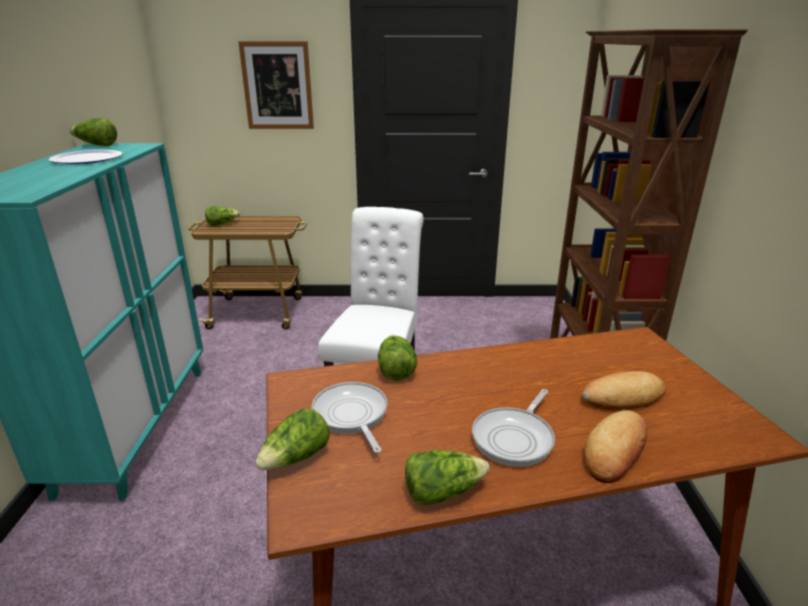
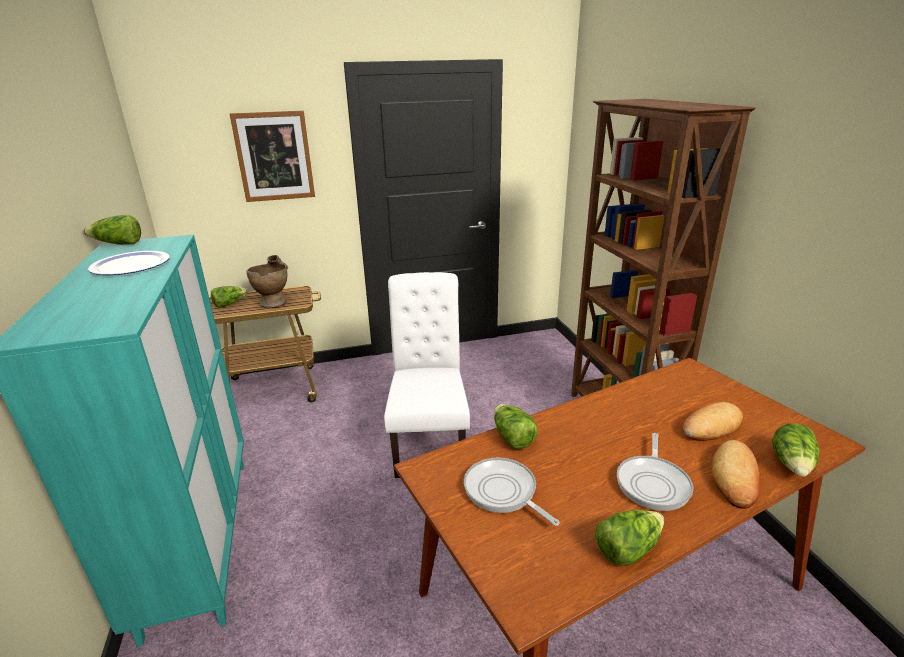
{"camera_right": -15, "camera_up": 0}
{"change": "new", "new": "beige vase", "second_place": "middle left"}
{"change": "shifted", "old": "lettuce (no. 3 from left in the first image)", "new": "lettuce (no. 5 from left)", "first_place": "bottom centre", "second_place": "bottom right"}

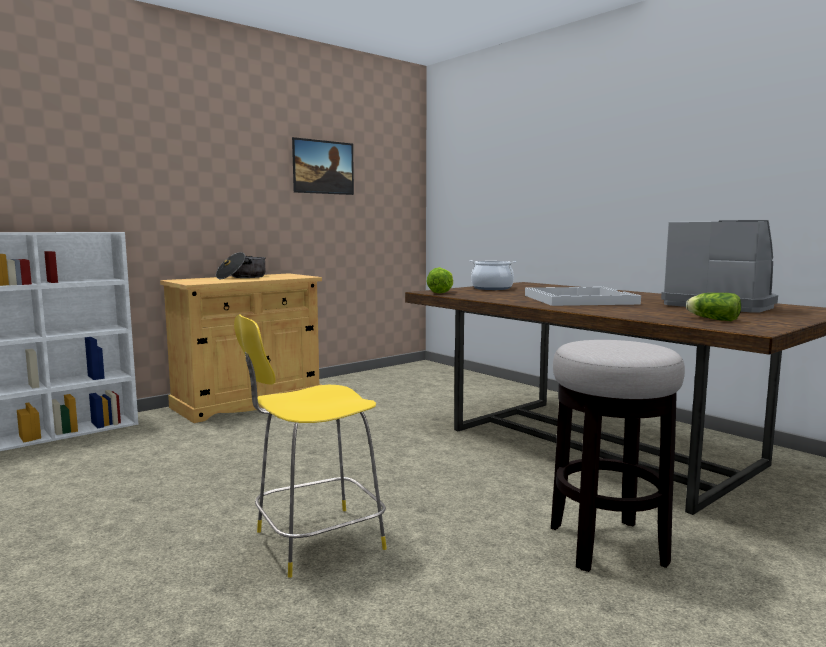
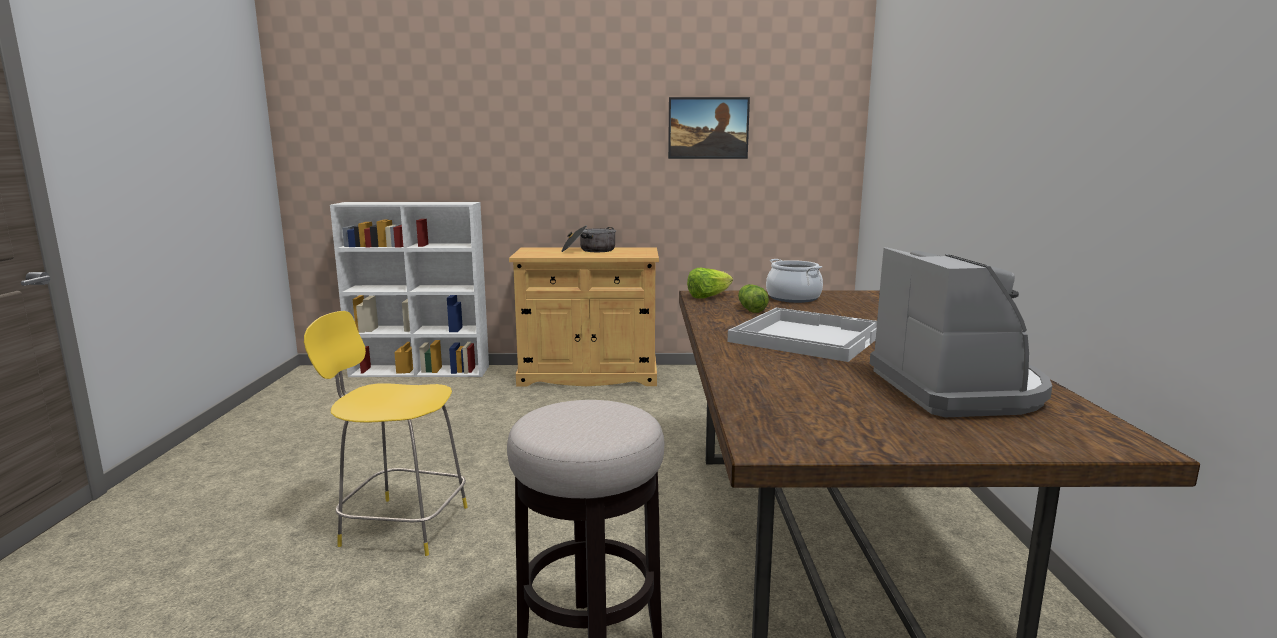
{"camera_right": 40, "camera_up": 5}
{"change": "shifted", "old": "lettuce (no. 2 from left)", "first_place": "middle right", "second_place": "centre"}

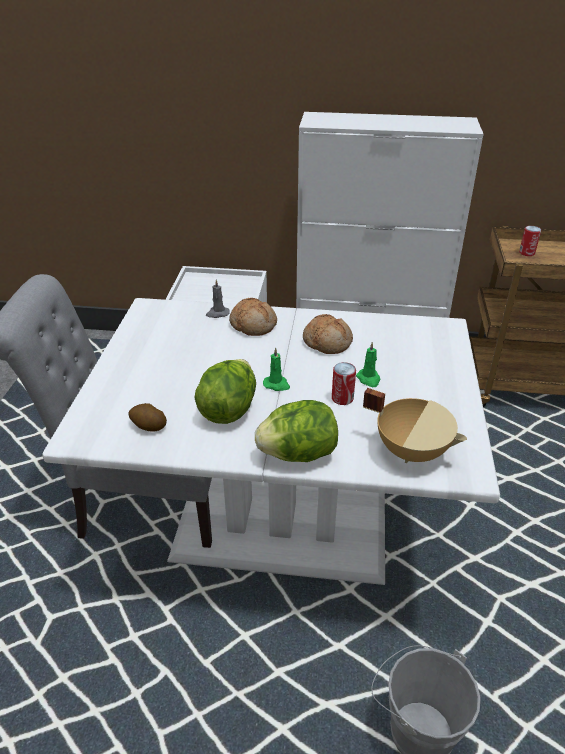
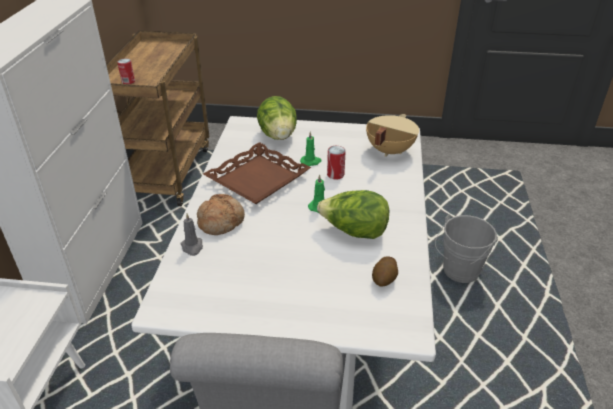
{"camera_right": -90, "camera_up": 0}
{"change": "shifted", "old": "lettuce (no. 2 from left in the first image)", "new": "lettuce (no. 1 from left)", "first_place": "centre", "second_place": "top centre"}
{"change": "swapped", "old": "bread (no. 2 from left)", "new": "brown tray", "first_place": "centre", "second_place": "centre"}

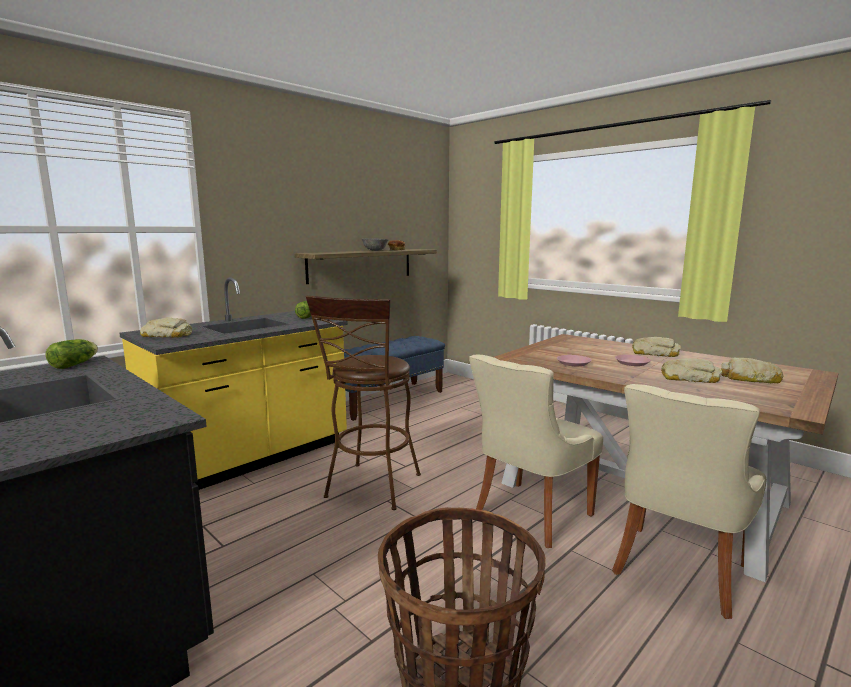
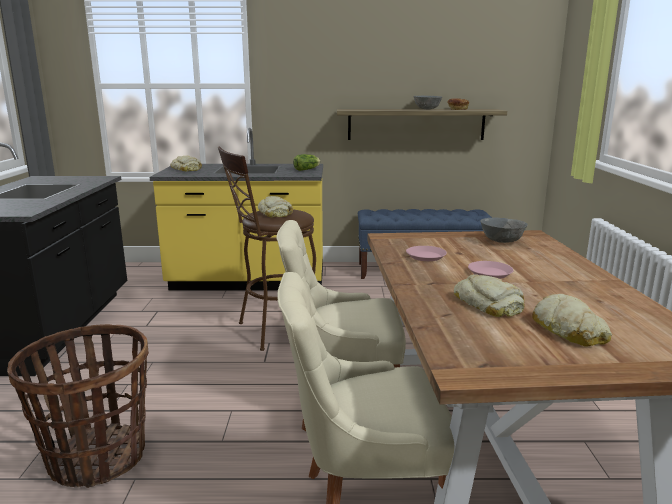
{"camera_right": 45, "camera_up": 5}
{"change": "gone", "old": "lettuce (no. 1 from left)", "first_place": "middle left"}
{"change": "new", "new": "grey bowl (no. 2 from left)", "second_place": "middle right"}
{"change": "shifted", "old": "bread (no. 3 from left in the first image)", "new": "bread (no. 2 from left)", "first_place": "middle right", "second_place": "centre"}

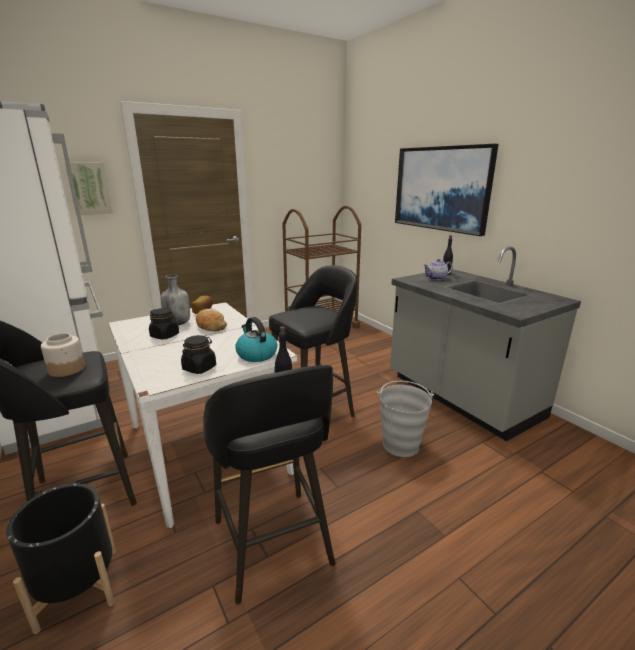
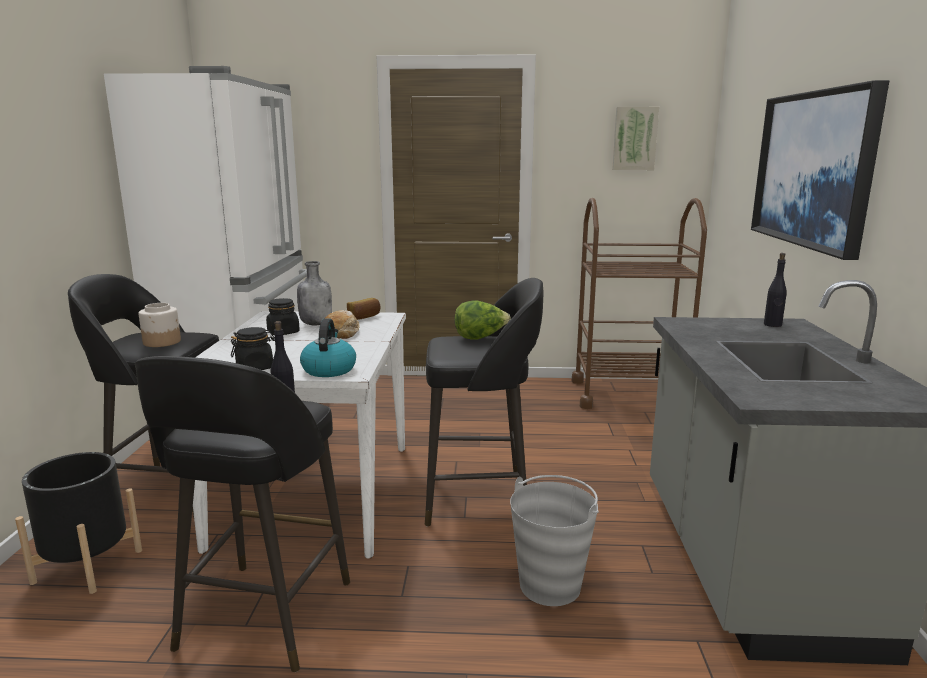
{"camera_right": 35, "camera_up": -5}
{"change": "gone", "old": "teapot", "first_place": "middle right"}
{"change": "new", "new": "lettuce", "second_place": "centre"}
{"change": "shifted", "old": "picture (no. 1 from left)", "first_place": "top left", "second_place": "top right"}

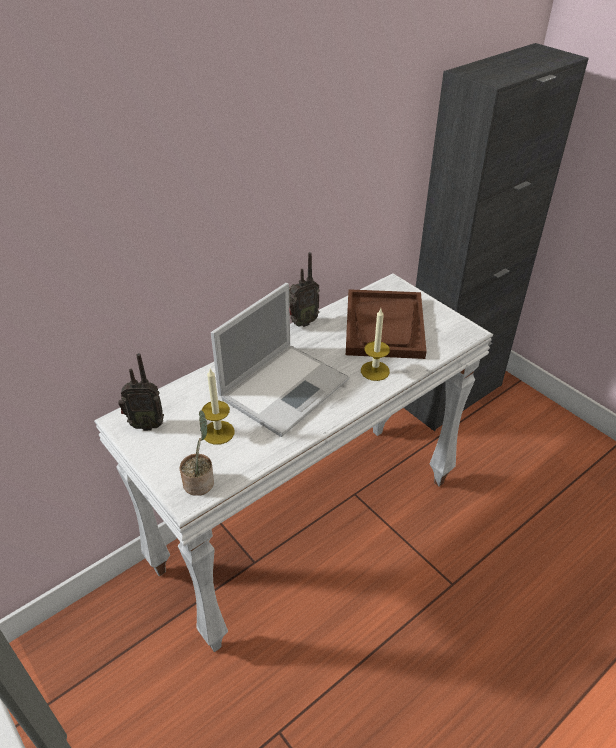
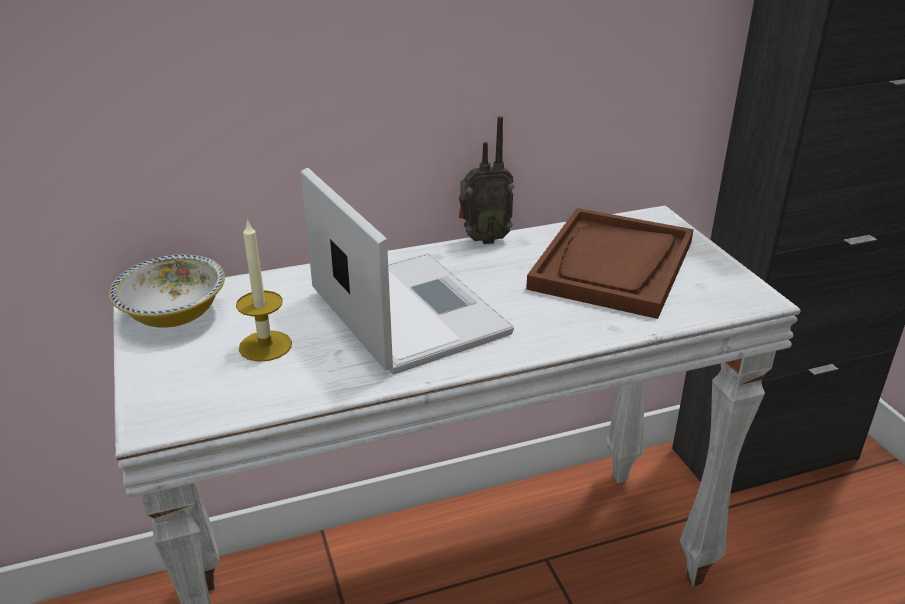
{"camera_right": 20, "camera_up": -10}
{"change": "gone", "old": "potted plant", "first_place": "middle left"}
{"change": "gone", "old": "candle (no. 2 from left)", "first_place": "centre"}
{"change": "swapped", "old": "radio (no. 1 from left)", "new": "bowl", "first_place": "middle left", "second_place": "middle left"}
{"change": "rotated", "old": "laptop", "first_place": "centre", "second_place": "centre", "degrees": -90}

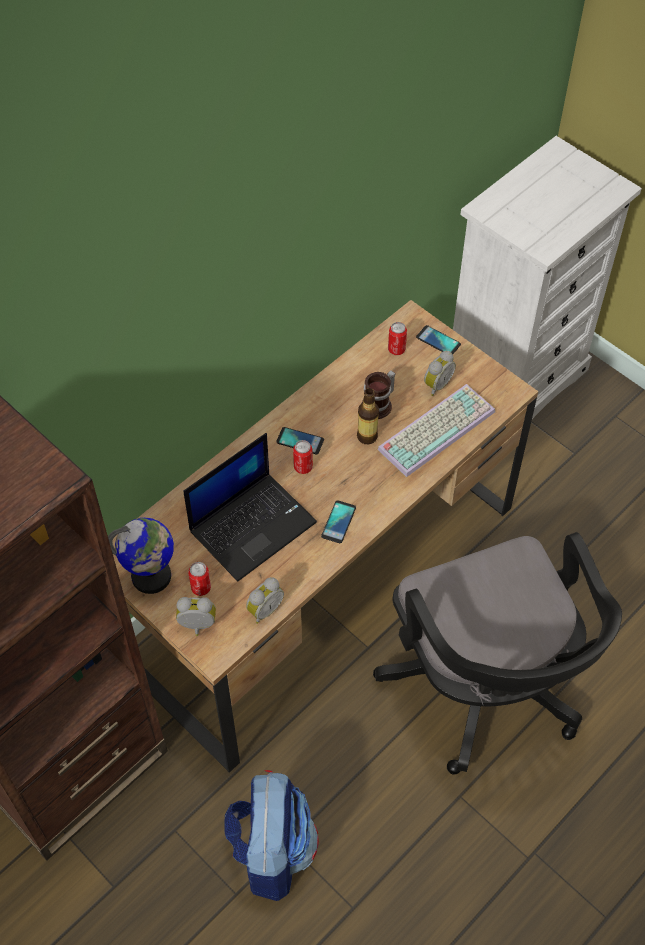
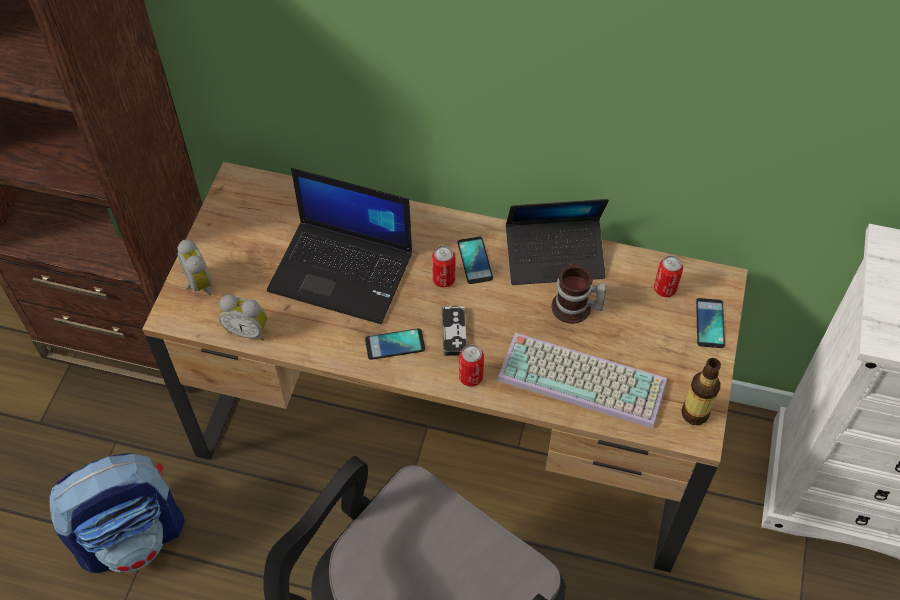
{"camera_right": 60, "camera_up": 0}
{"change": "gone", "old": "globe", "first_place": "middle left"}
{"change": "gone", "old": "alarm clock (no. 3 from left)", "first_place": "middle right"}
{"change": "new", "new": "game controller", "second_place": "centre"}
{"change": "new", "new": "laptop (no. 2 from left)", "second_place": "centre"}
{"change": "shifted", "old": "can (no. 1 from left in the first image)", "new": "can (no. 2 from left)", "first_place": "middle left", "second_place": "centre"}
{"change": "shifted", "old": "bottle", "first_place": "centre", "second_place": "middle right"}

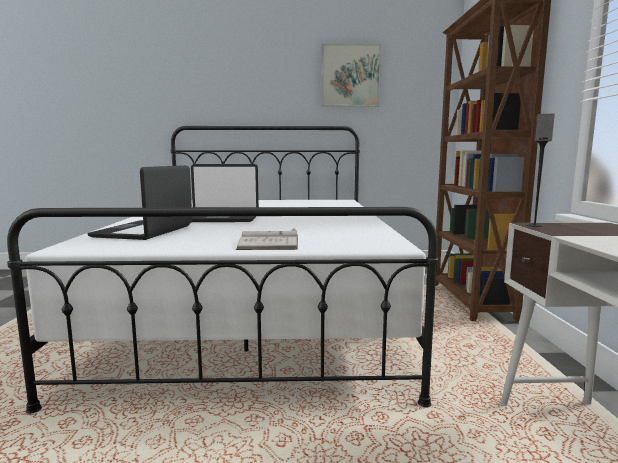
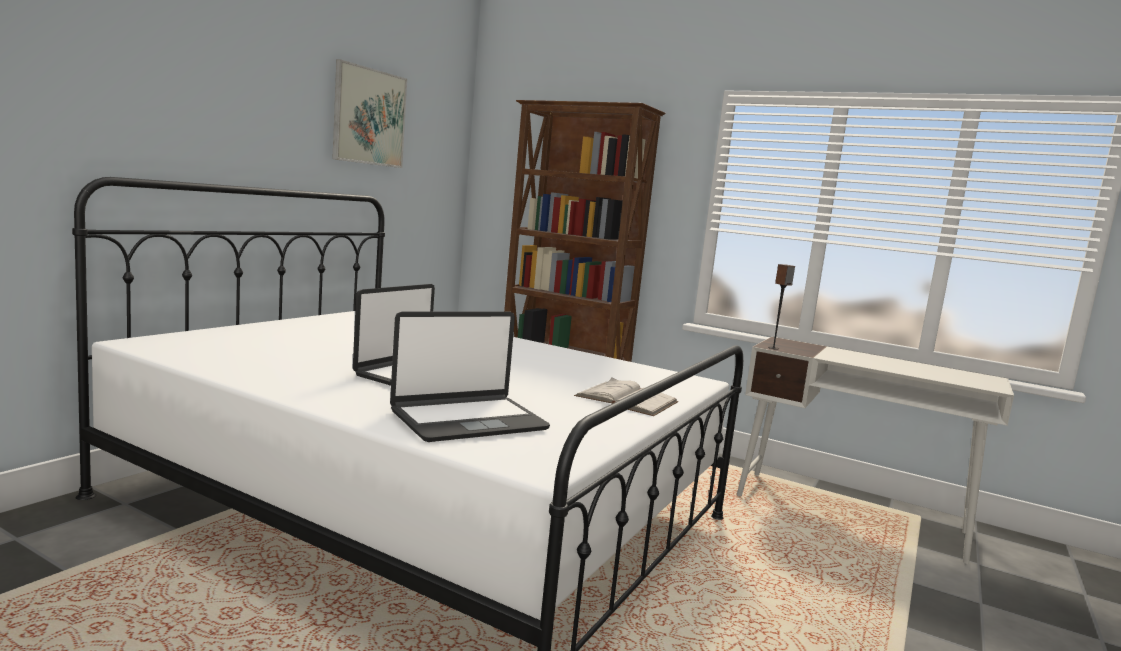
{"camera_right": -60, "camera_up": 0}
{"change": "rotated", "old": "laptop (no. 1 from left in the first image)", "first_place": "middle left", "second_place": "centre", "degrees": -75}

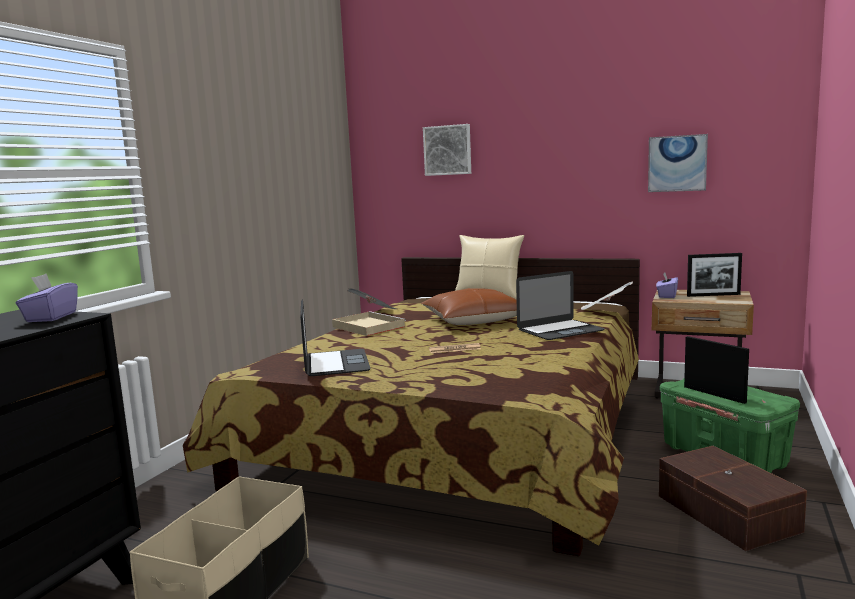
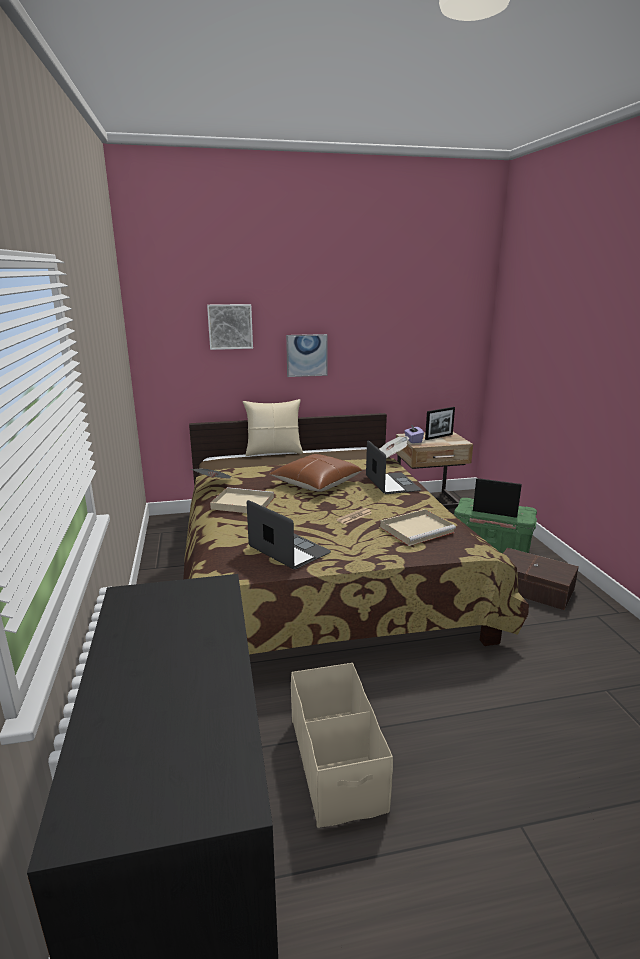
{"camera_right": -35, "camera_up": 10}
{"change": "gone", "old": "purple tissue box (no. 1 from left)", "first_place": "middle left"}
{"change": "new", "new": "beige tray (no. 2 from left)", "second_place": "centre"}
{"change": "shifted", "old": "picture (no. 2 from left)", "first_place": "top right", "second_place": "centre"}
{"change": "rotated", "old": "laptop (no. 2 from left)", "first_place": "centre", "second_place": "centre", "degrees": -45}

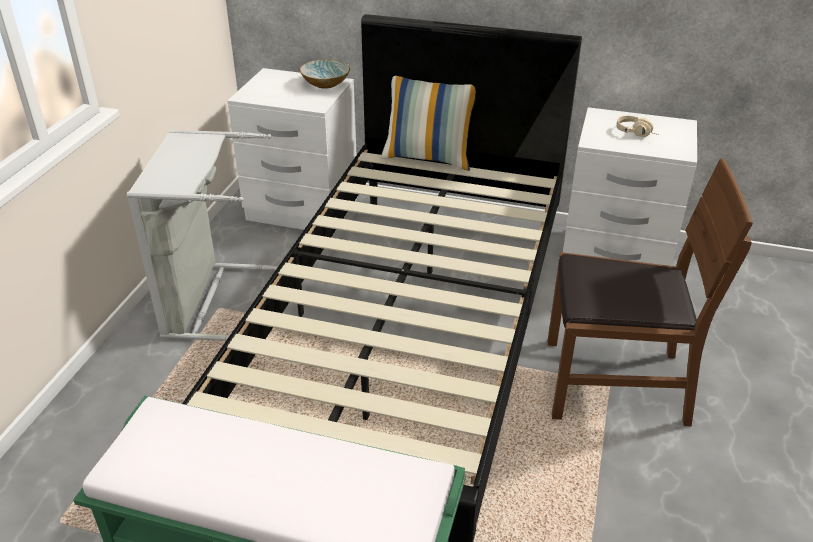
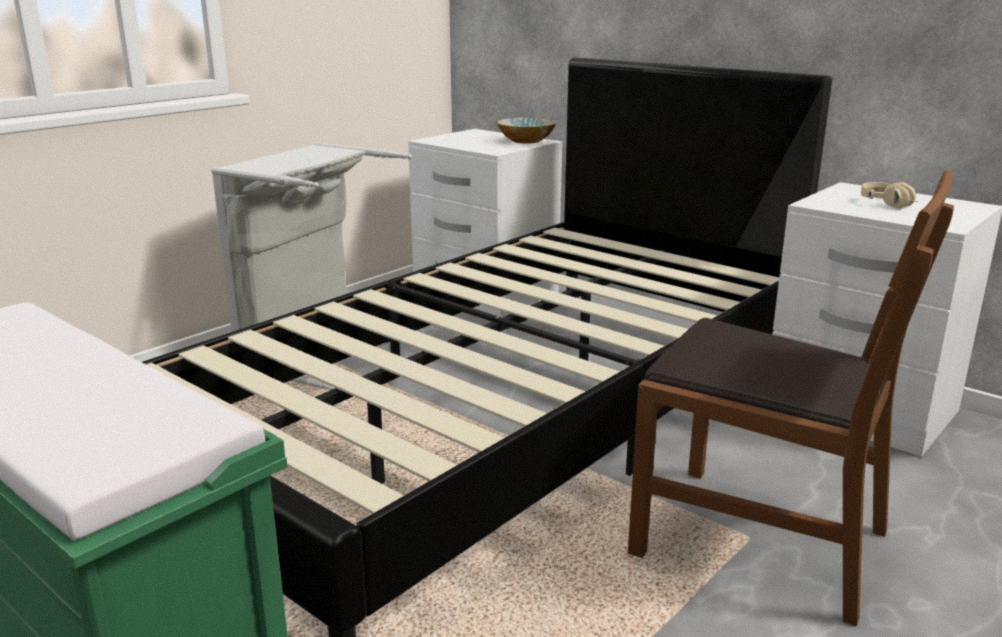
{"camera_right": 25, "camera_up": -15}
{"change": "gone", "old": "pillow", "first_place": "top centre"}

